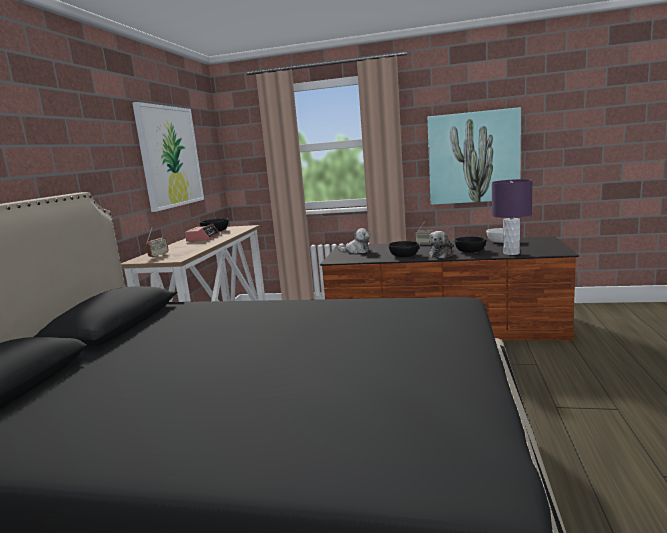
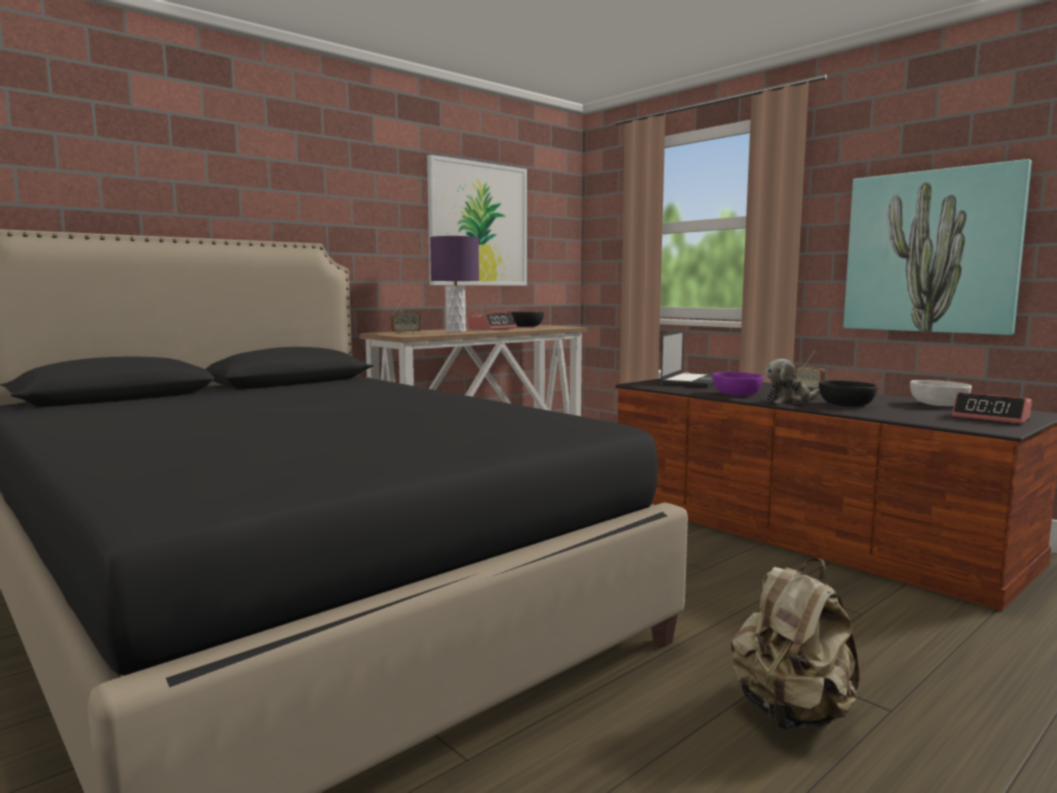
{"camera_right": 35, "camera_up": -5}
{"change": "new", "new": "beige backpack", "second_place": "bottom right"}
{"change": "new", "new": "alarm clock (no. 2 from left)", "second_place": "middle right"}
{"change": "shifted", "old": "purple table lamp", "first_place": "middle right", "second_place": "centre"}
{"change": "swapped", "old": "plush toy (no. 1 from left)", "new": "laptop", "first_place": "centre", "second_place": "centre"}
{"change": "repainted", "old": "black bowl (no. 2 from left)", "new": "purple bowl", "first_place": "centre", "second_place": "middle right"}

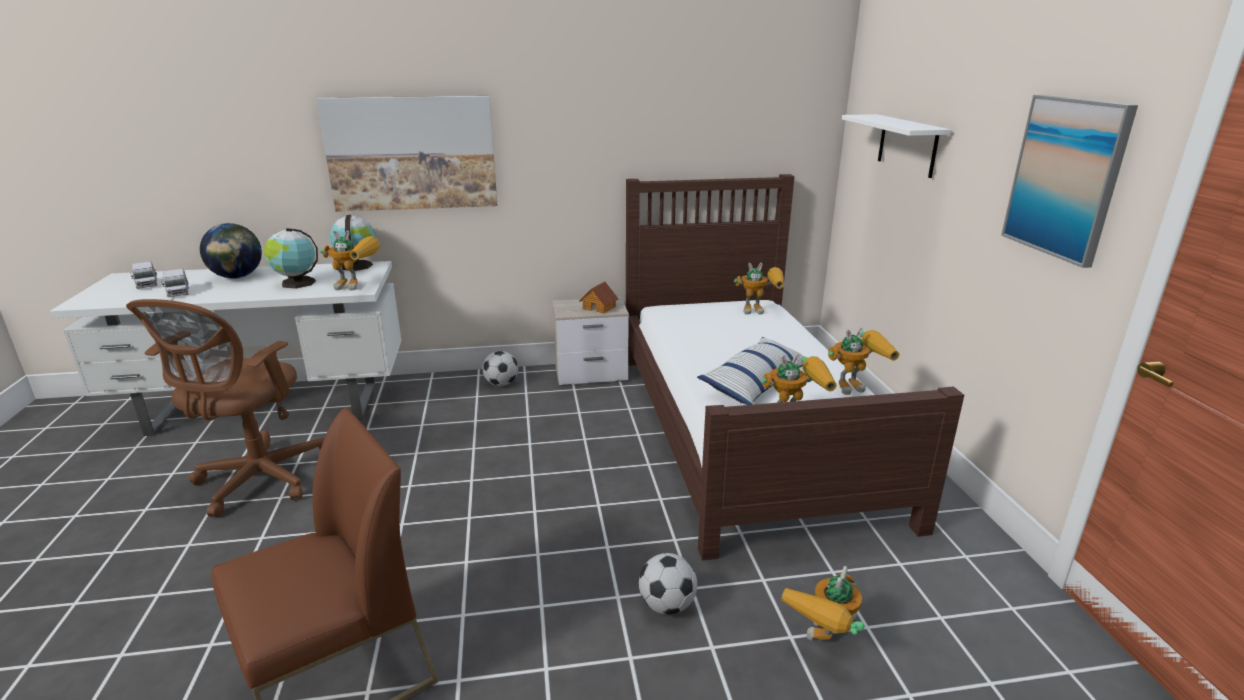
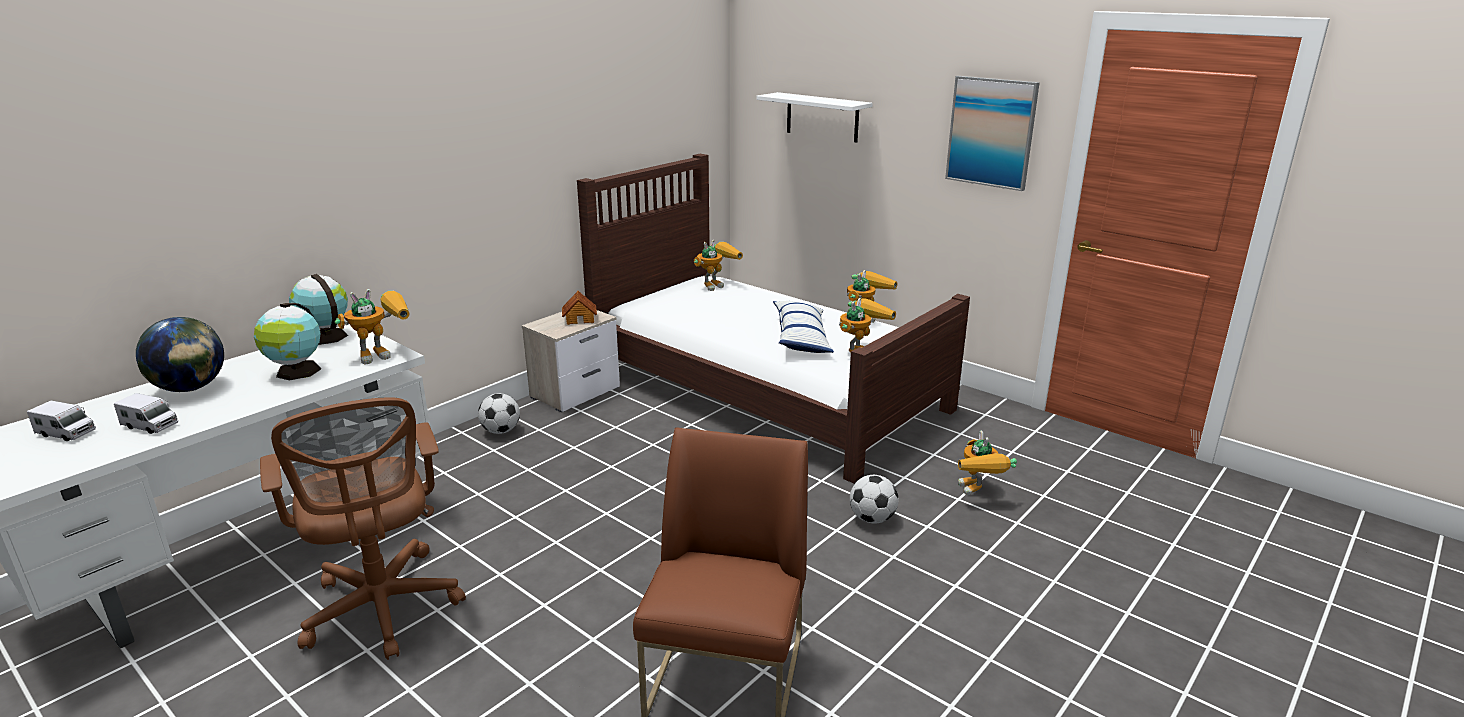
{"camera_right": -40, "camera_up": 0}
{"change": "gone", "old": "picture (no. 1 from left)", "first_place": "top left"}

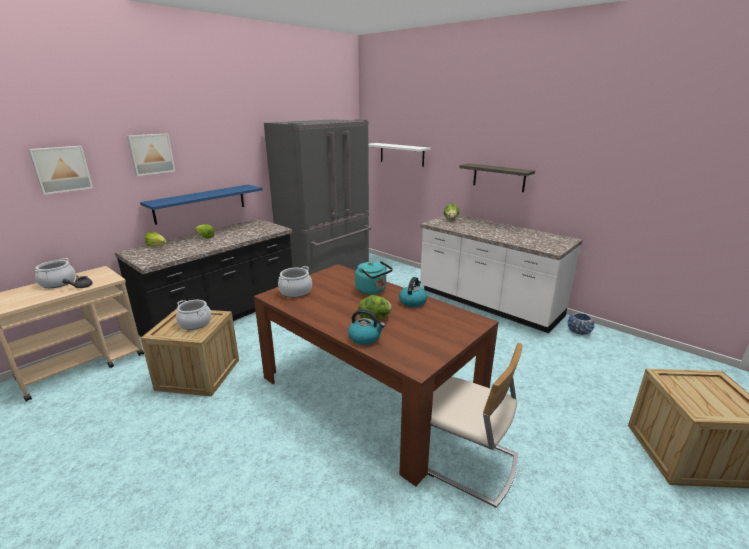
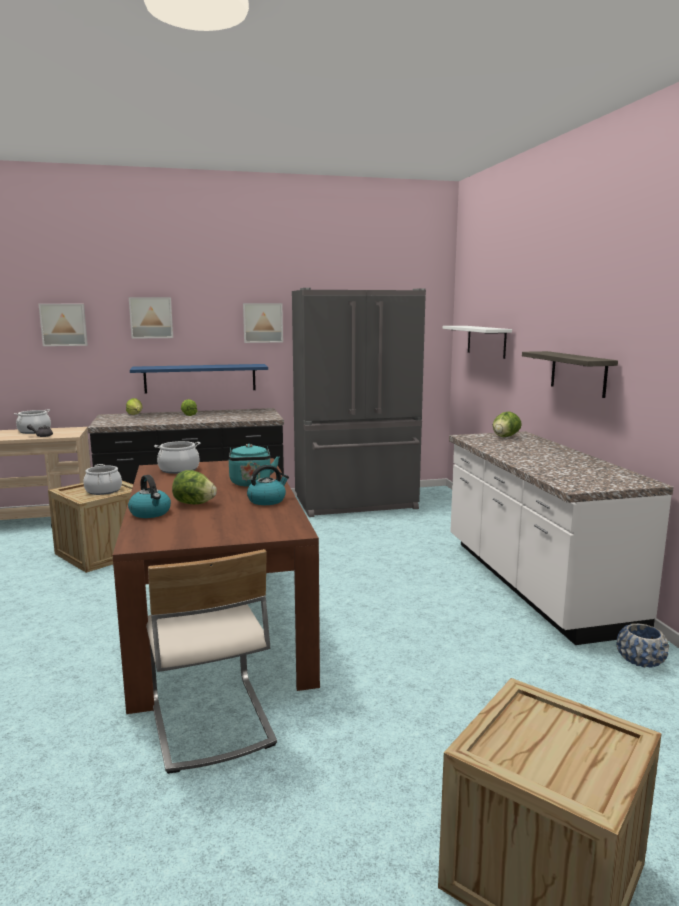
{"camera_right": 35, "camera_up": -10}
{"change": "new", "new": "picture (no. 3 from left)", "second_place": "centre"}

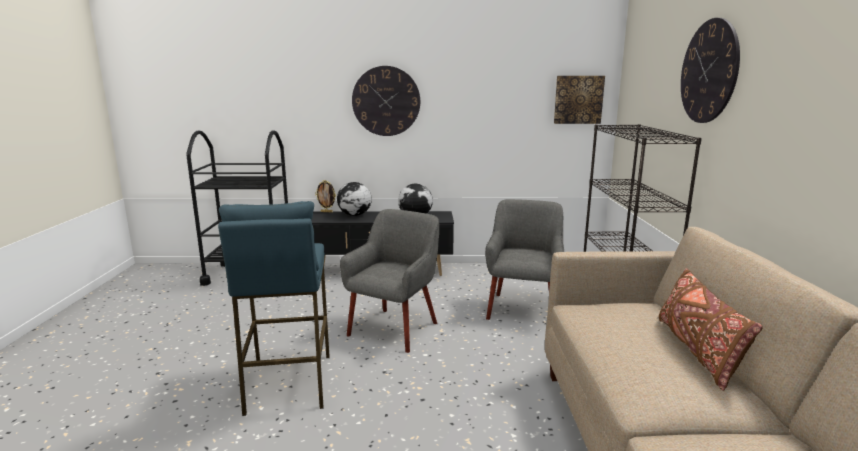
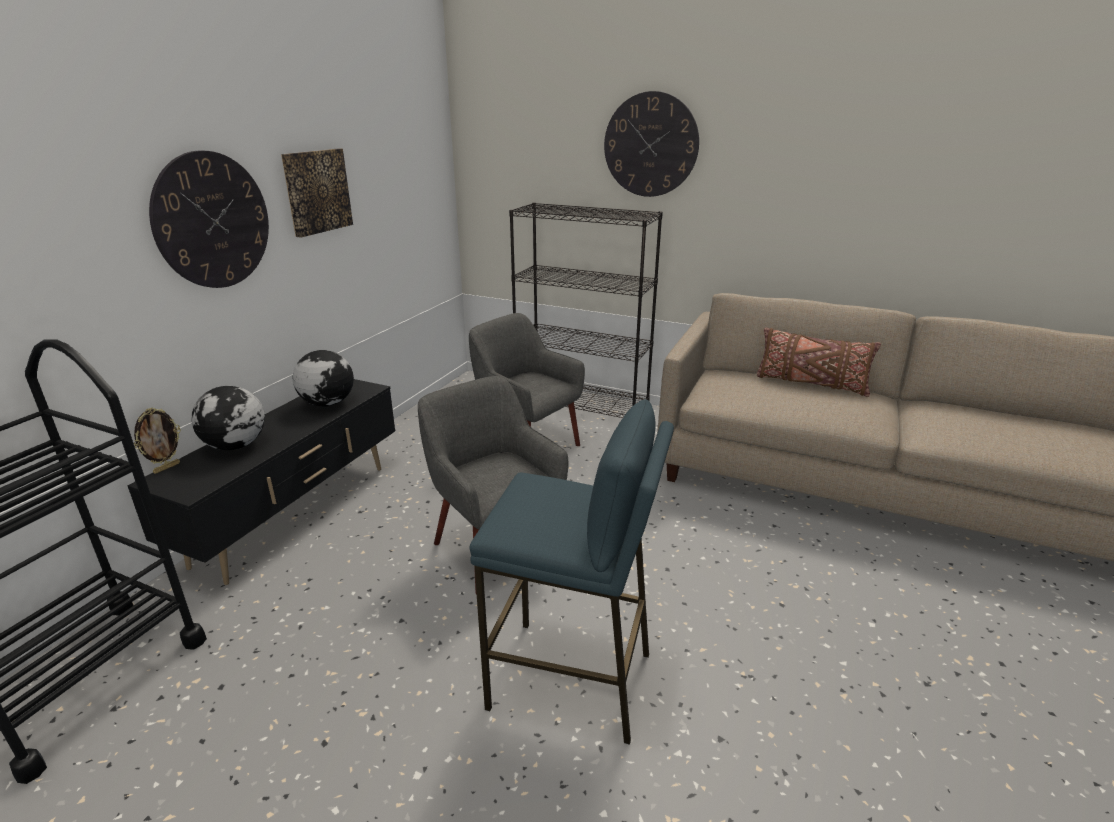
{"camera_right": -65, "camera_up": 10}
{"change": "shifted", "old": "picture", "first_place": "top right", "second_place": "top left"}

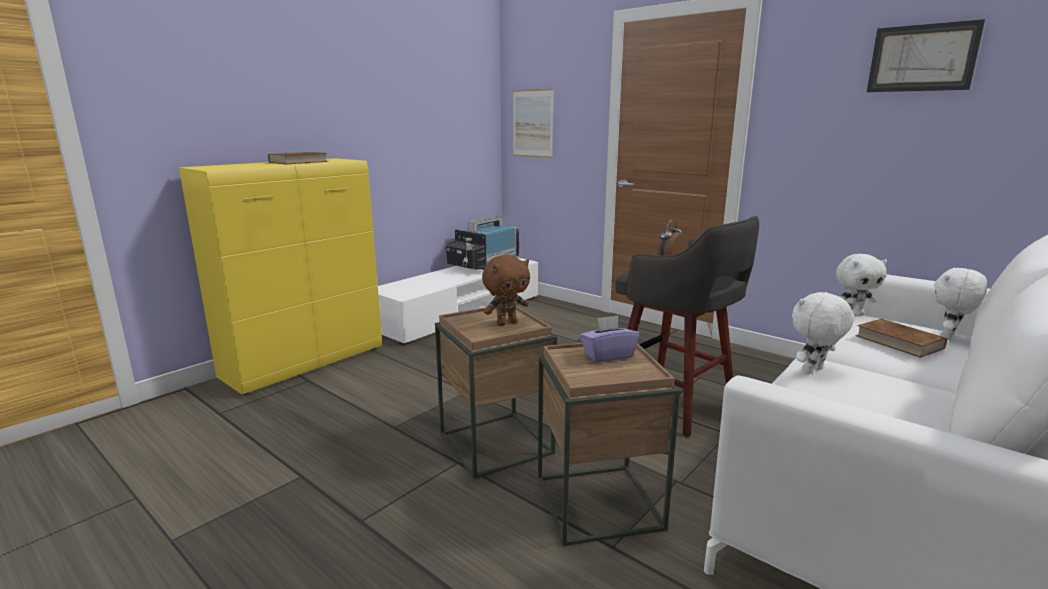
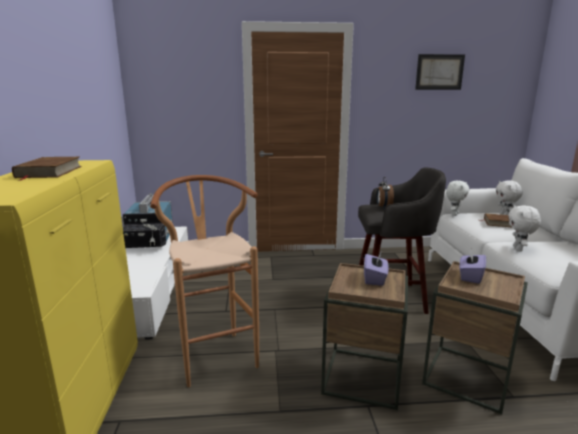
{"camera_right": -45, "camera_up": 0}
{"change": "gone", "old": "picture (no. 1 from left)", "first_place": "top centre"}
{"change": "new", "new": "brown stool", "second_place": "centre"}
{"change": "swapped", "old": "brown plush toy", "new": "purple tissue box (no. 1 from left)", "first_place": "centre", "second_place": "centre"}

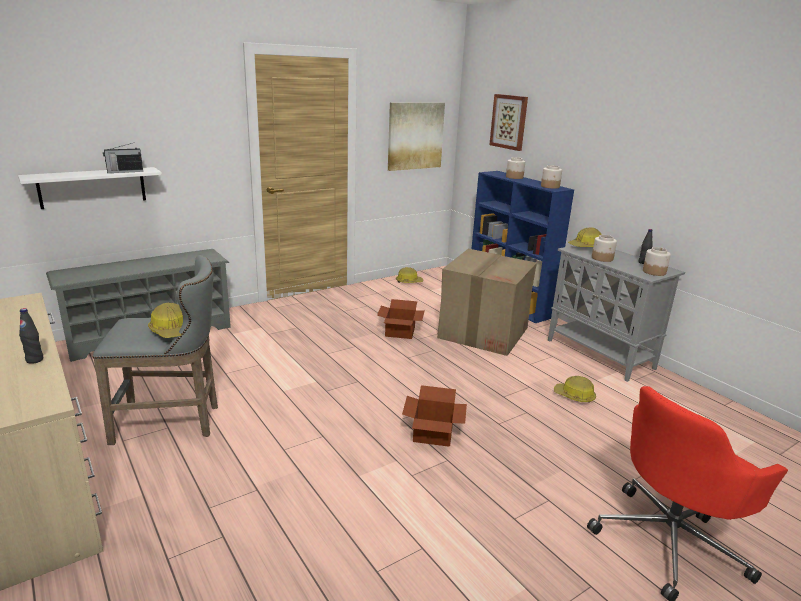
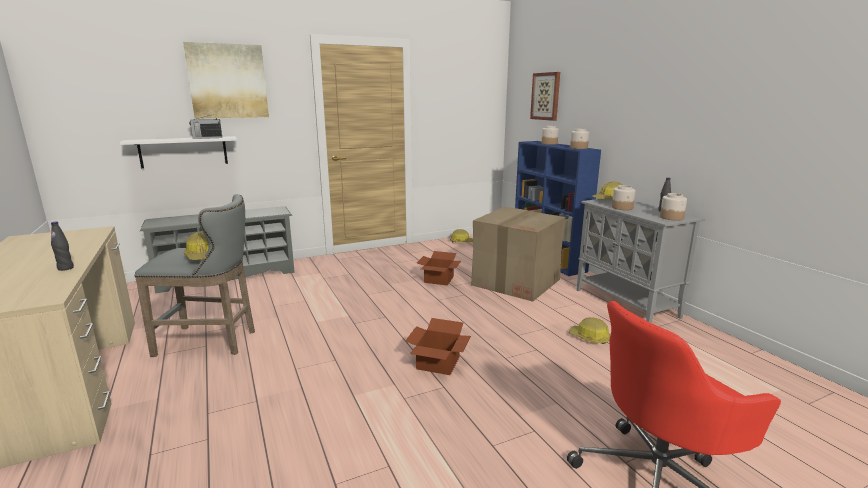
{"camera_right": 10, "camera_up": -5}
{"change": "shifted", "old": "picture (no. 1 from left)", "first_place": "top centre", "second_place": "top left"}

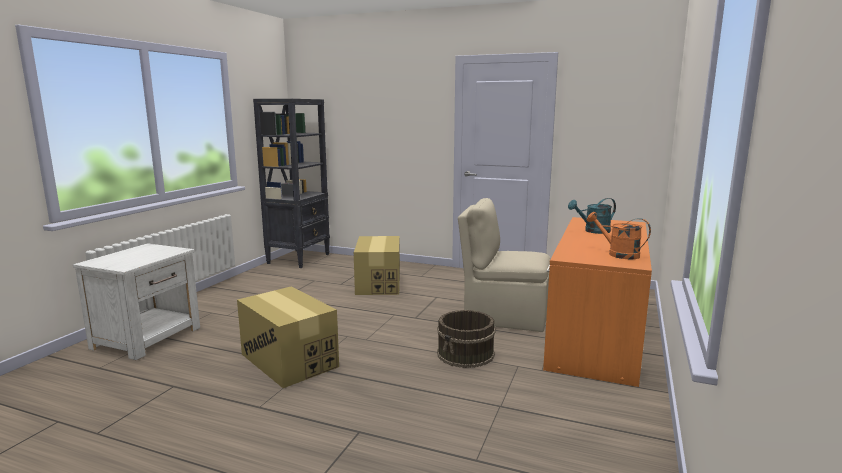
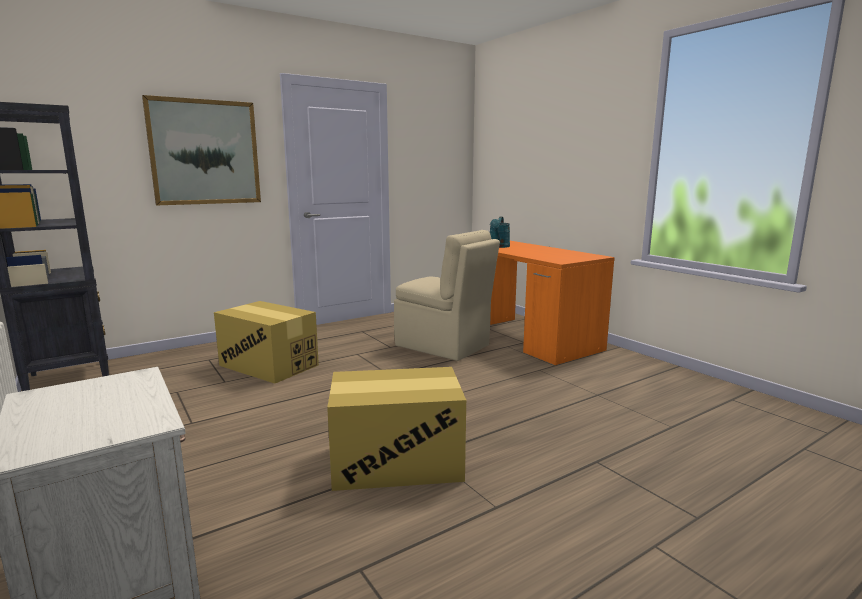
{"camera_right": -55, "camera_up": 0}
{"change": "gone", "old": "brown bucket", "first_place": "bottom centre"}
{"change": "gone", "old": "orange watering can", "first_place": "middle right"}
{"change": "new", "new": "picture", "second_place": "top left"}
{"change": "rotated", "old": "beige chair", "first_place": "centre", "second_place": "centre", "degrees": -105}

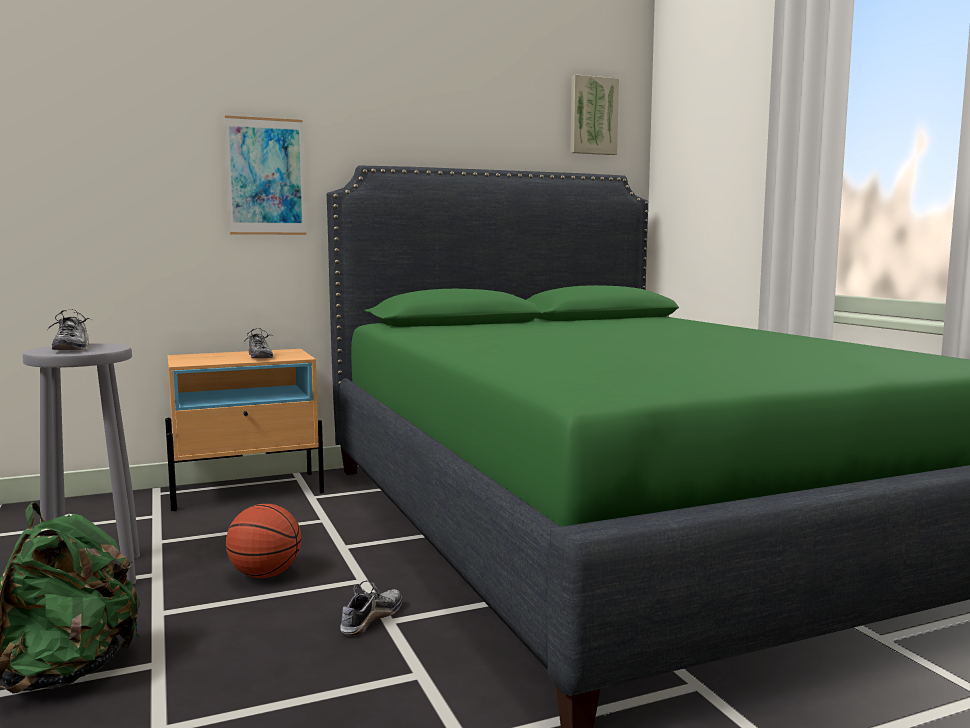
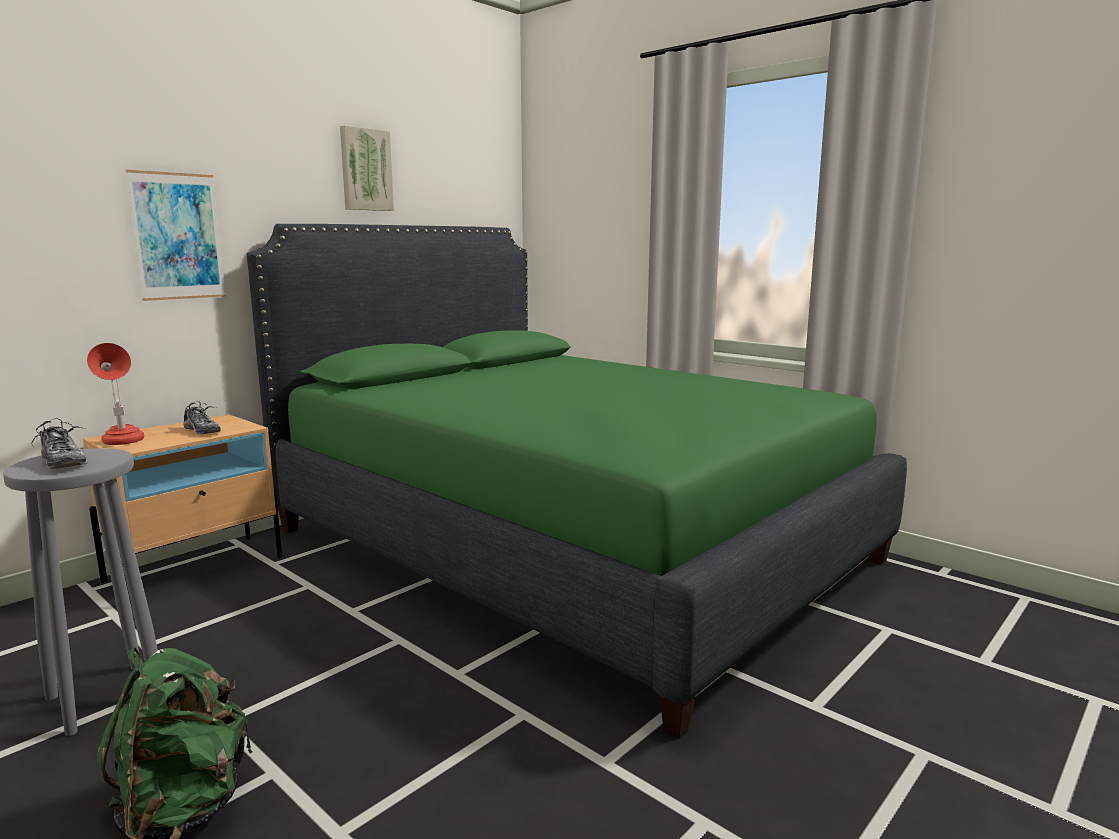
{"camera_right": -25, "camera_up": 5}
{"change": "gone", "old": "basketball", "first_place": "bottom left"}
{"change": "gone", "old": "shoe (no. 3 from left)", "first_place": "bottom centre"}
{"change": "new", "new": "red table lamp", "second_place": "middle left"}
{"change": "shifted", "old": "picture (no. 2 from left)", "first_place": "top centre", "second_place": "top left"}

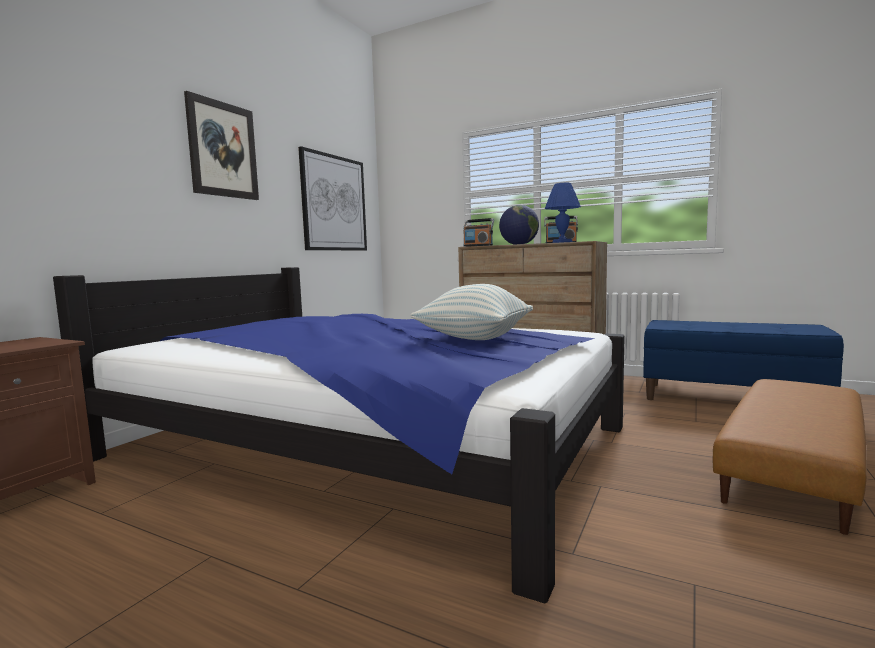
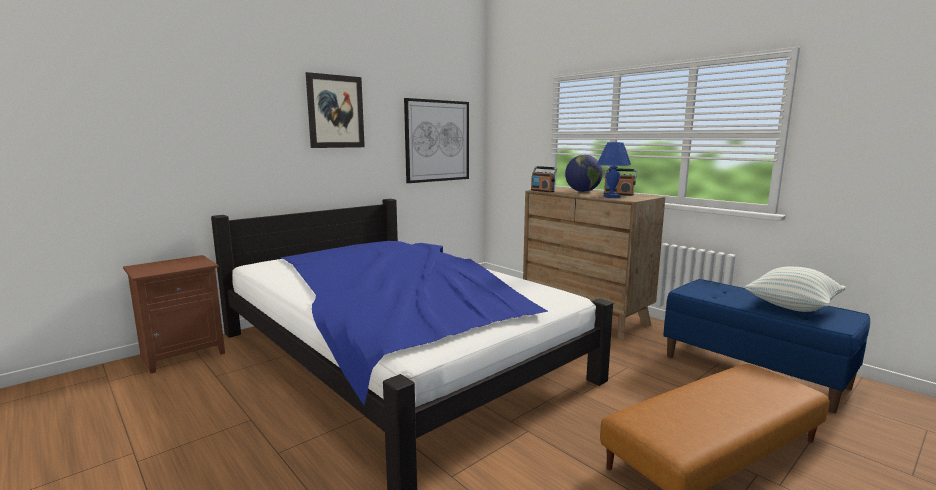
{"camera_right": 20, "camera_up": 5}
{"change": "shifted", "old": "pillow", "first_place": "centre", "second_place": "middle right"}

